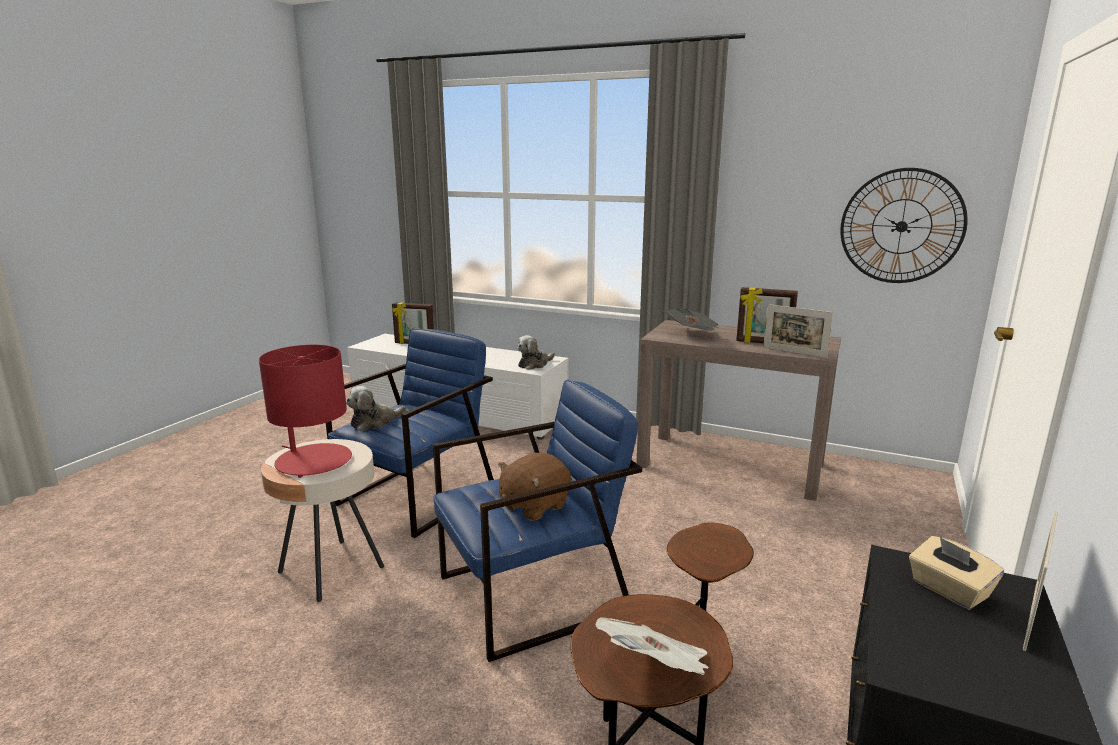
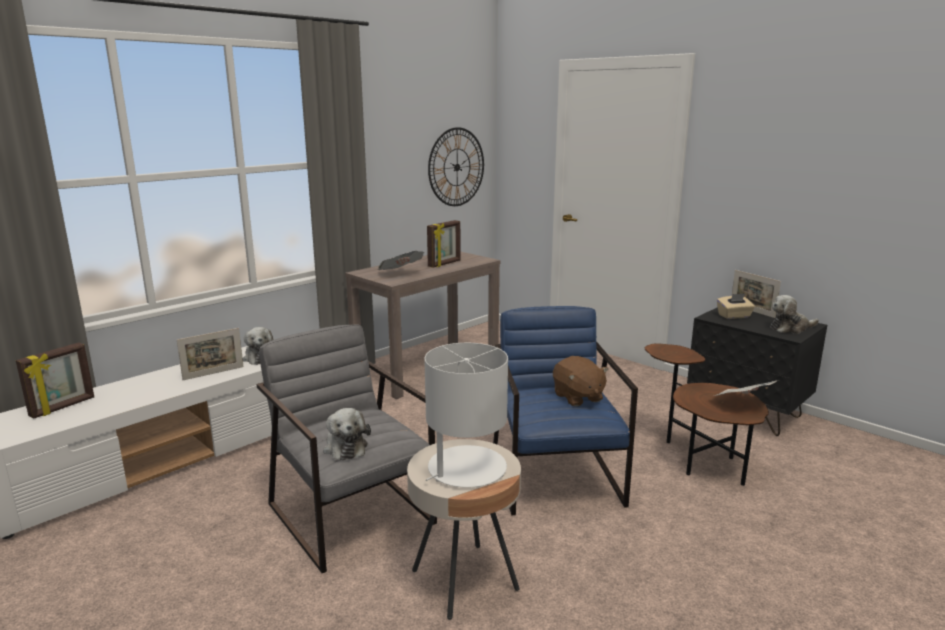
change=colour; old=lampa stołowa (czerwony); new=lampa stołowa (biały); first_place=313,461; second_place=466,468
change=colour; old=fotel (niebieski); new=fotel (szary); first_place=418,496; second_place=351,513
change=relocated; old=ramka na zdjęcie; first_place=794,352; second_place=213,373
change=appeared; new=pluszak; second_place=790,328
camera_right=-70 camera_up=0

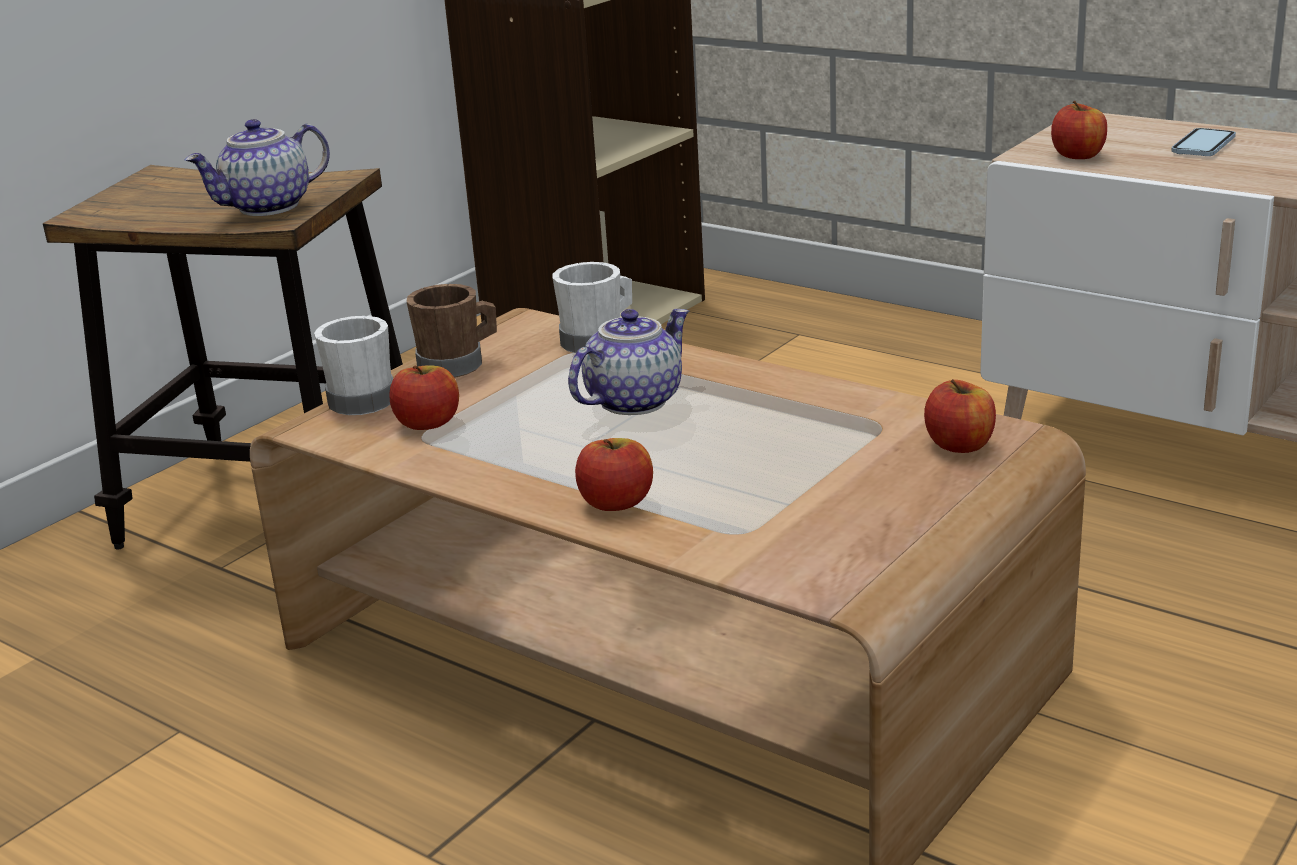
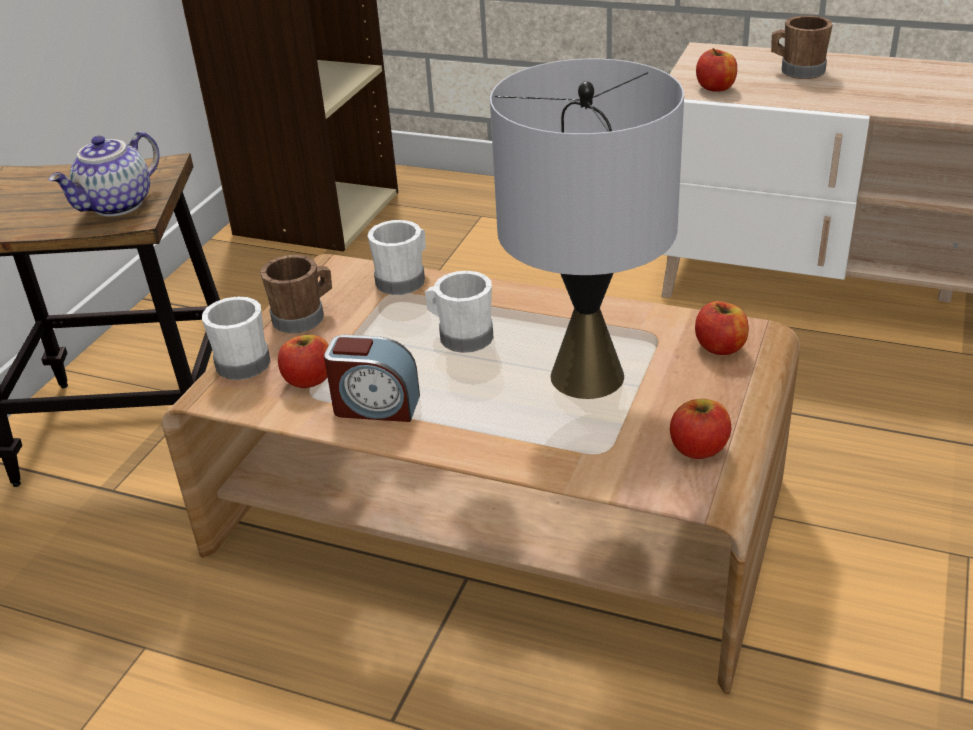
change=exchanged; old=imbryk; new=kubek (biały); first_place=633,401; second_place=461,336
change=relocated; old=jabłko; first_place=616,502; second_place=698,448
change=exchanged; old=telefon; new=kubek (brązowy); first_place=1203,145; second_place=797,71
change=appeared; new=budzik; second_place=375,406
change=appeared; new=lampa stołowa (szary); second_place=586,376
camera_right=-15 camera_up=10

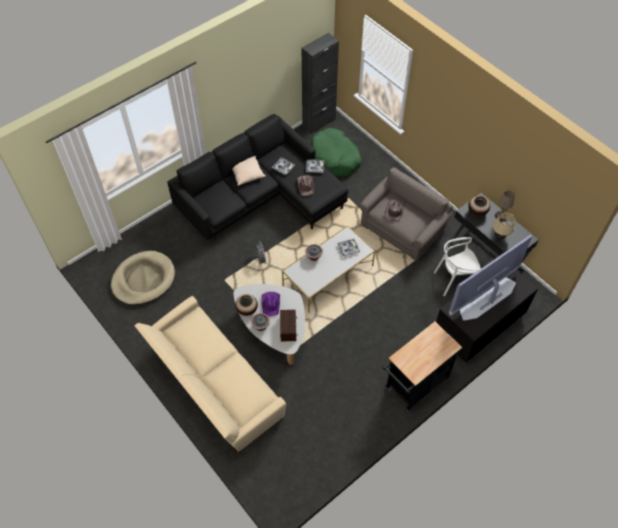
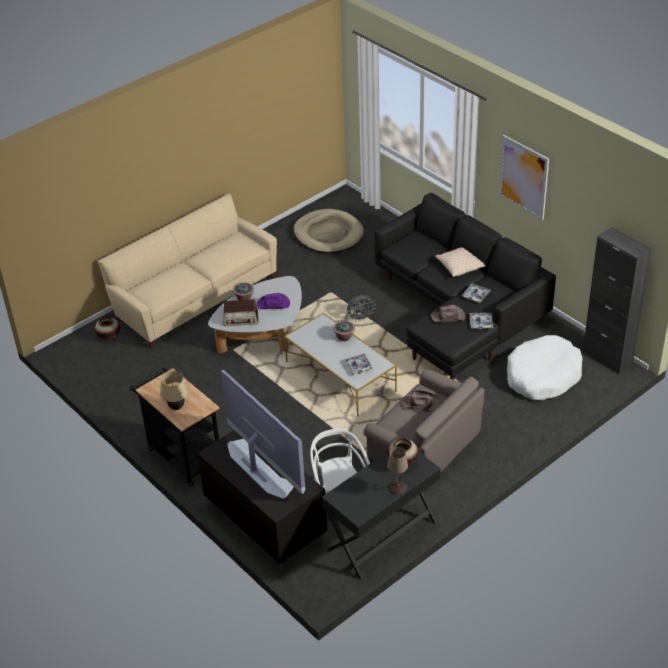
change=relocated; old=wazon; first_place=247,310; second_place=109,337
change=colour; old=legowisko (zielony); new=legowisko (biały); first_place=335,157; second_place=542,376
change=relocated; old=lampa stołowa (beżowy); first_place=500,236; second_place=176,407
change=appeared; new=obraz; second_place=523,177
camera_right=90 camera_up=-15

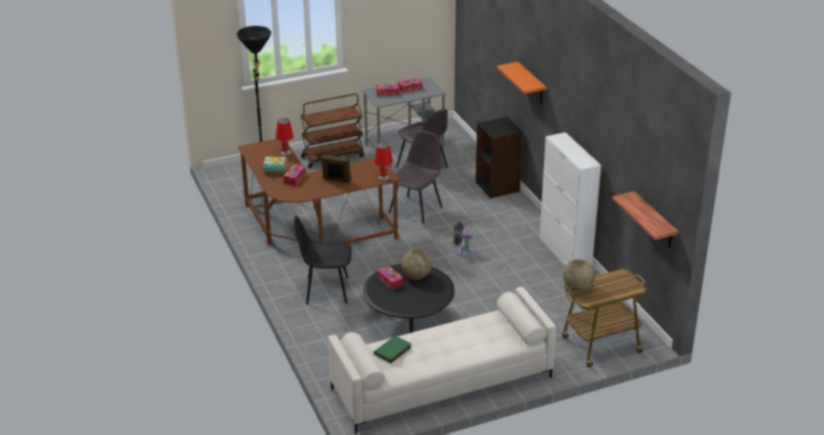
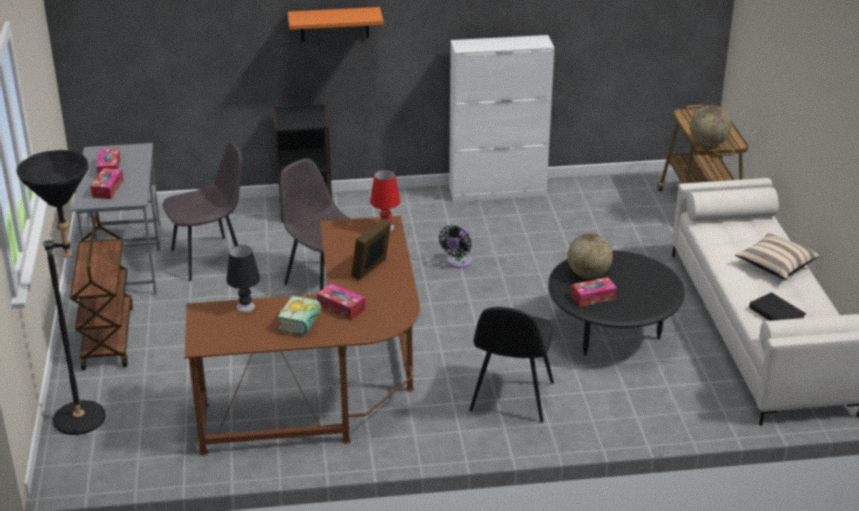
change=colour; old=lampa stołowa (czerwony); new=lampa stołowa (czarny); first_place=285,152; second_place=246,307
change=colour; old=książka (zielony); new=książka (czarny); first_place=393,351; second_place=778,313
change=missing; old=półka; first_place=654,221
change=appeared; new=poduszka (beżowy); second_place=775,266
camera_right=-75 camera_up=0

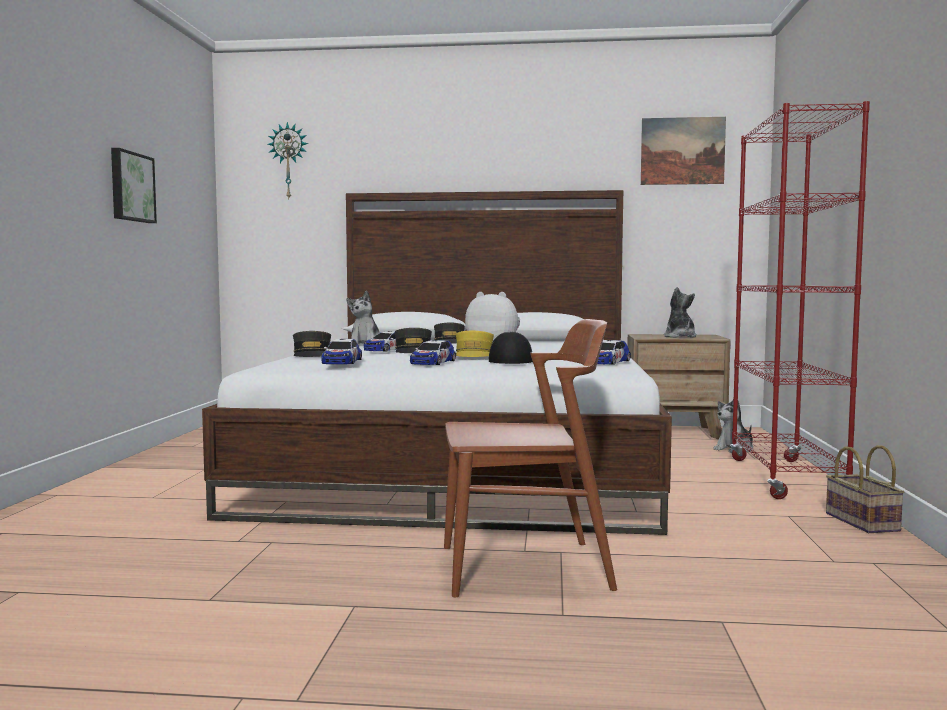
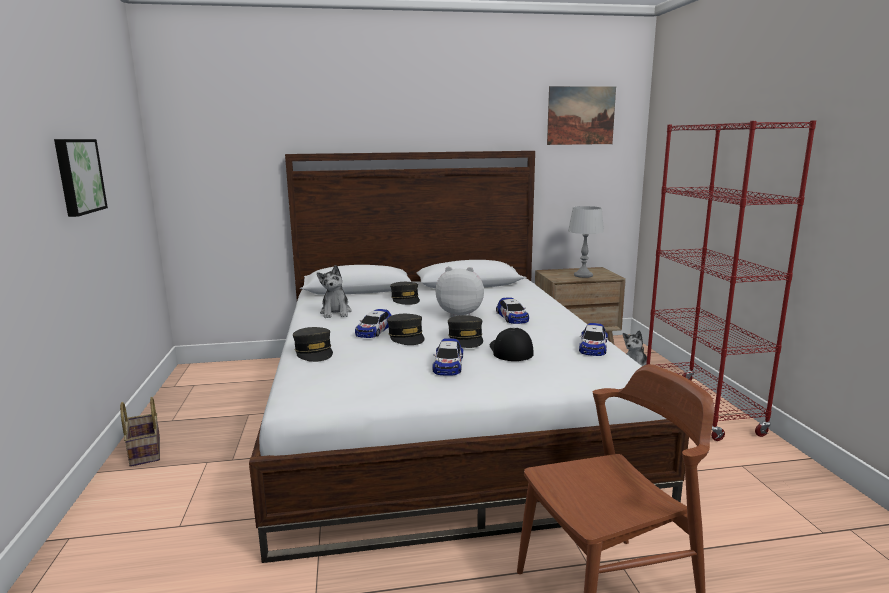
change=missing; old=zegar ścienny; first_place=289,161
change=relocated; old=samochodzik; first_place=342,362; second_place=512,317
change=colour; old=czapka z daszkiem (żółty); new=czapka z daszkiem (szary); first_place=474,355; second_place=466,339
change=exchanged; old=pluszak; new=lampa stołowa (szary); first_place=679,337; second_place=583,275
change=relocated; old=koszyk; first_place=859,522; second_place=144,451
camera_right=-15 camera_up=10

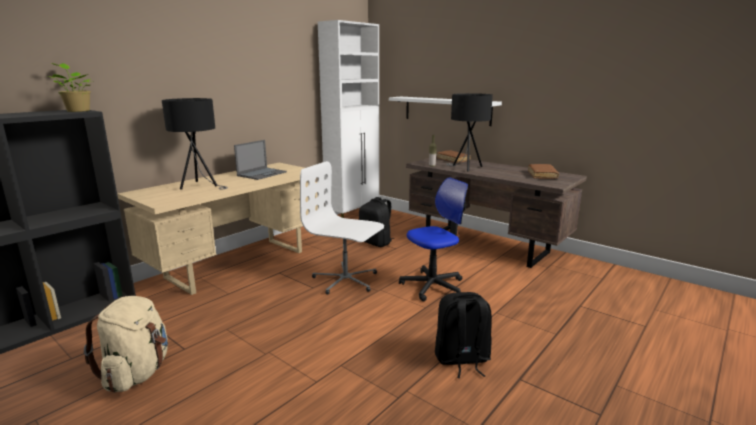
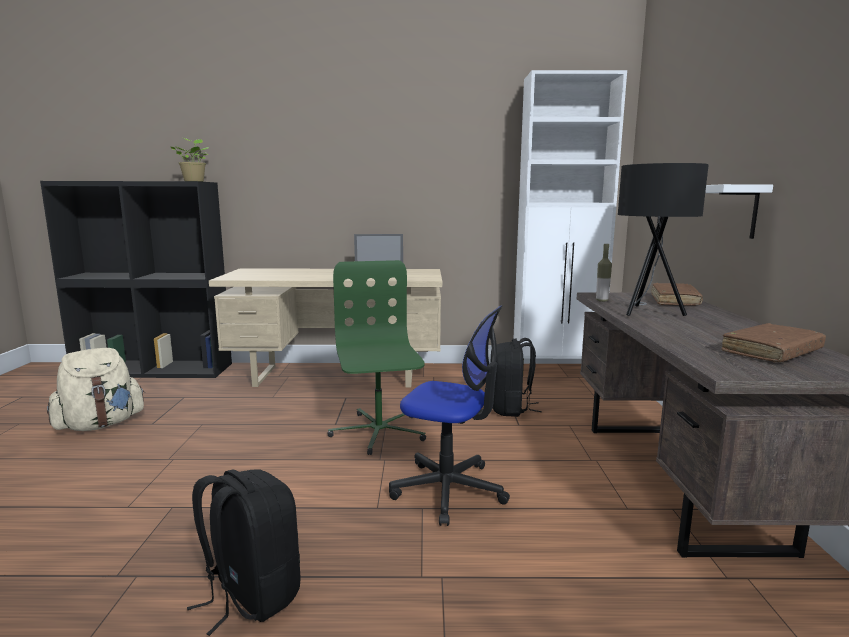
change=missing; old=lampa stołowa (czarny); first_place=200,186
change=colour; old=krzesło biurowe (biały); new=krzesło biurowe (zielony); first_place=345,280; second_place=378,432
camera_right=50 camera_up=-5

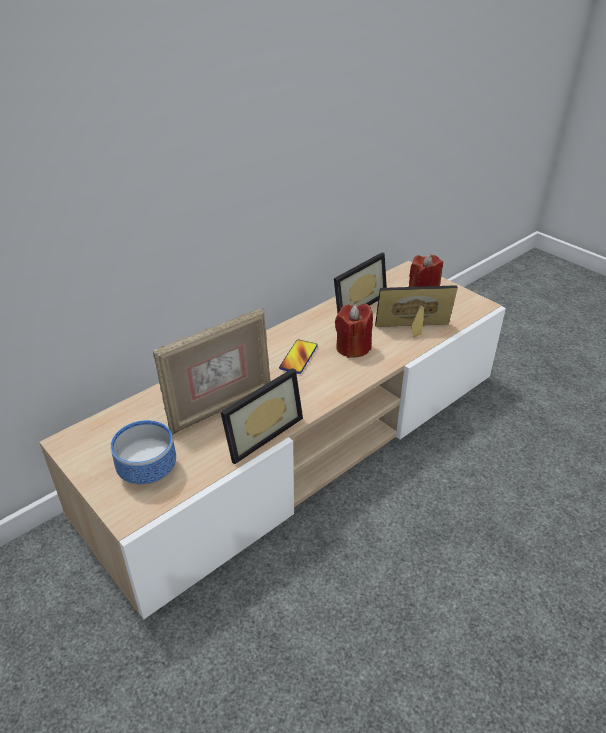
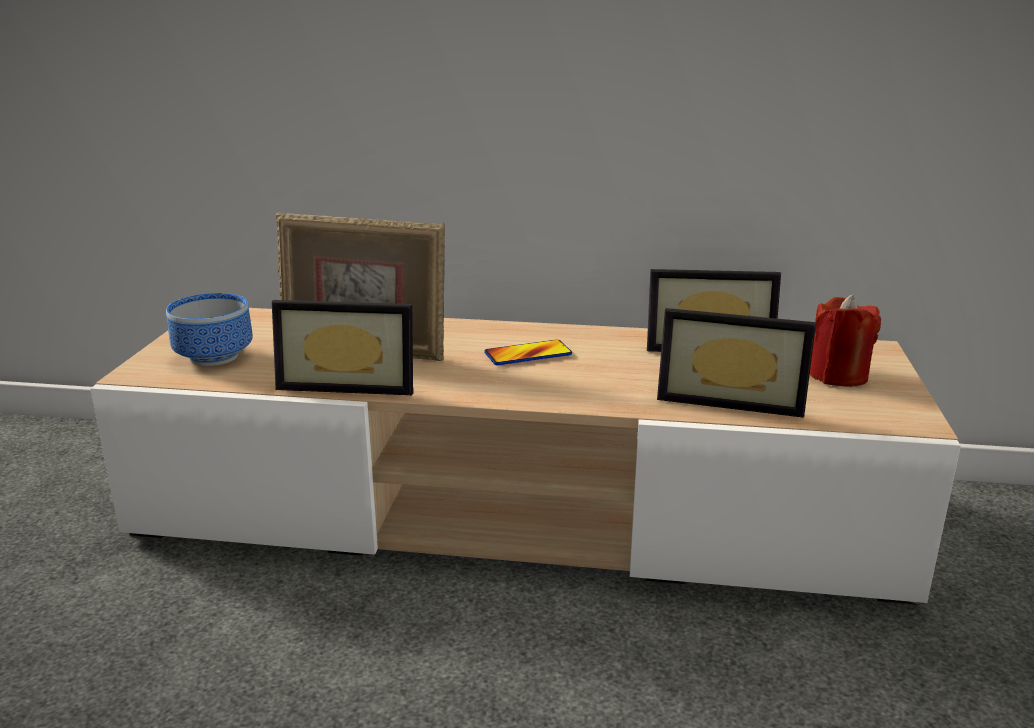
change=missing; old=świeca (czerwony); first_place=353,348
change=spun; old=ramka na zdjęcie; first_place=414,331; second_place=730,398; degrees=150
camera_right=50 camera_up=-15

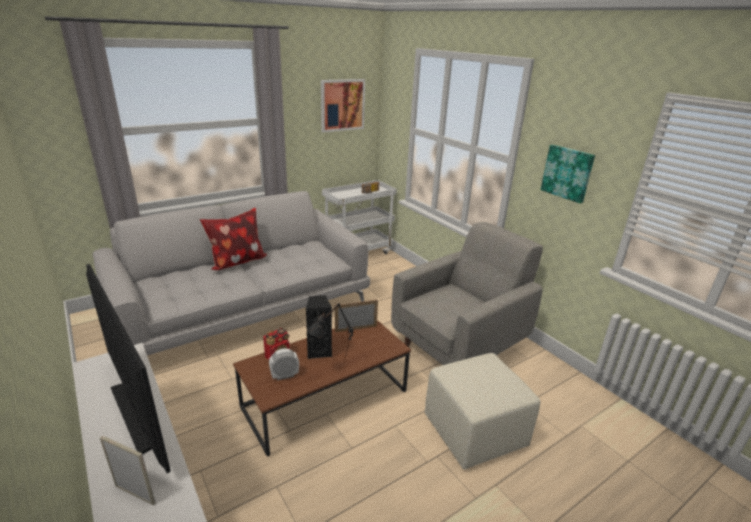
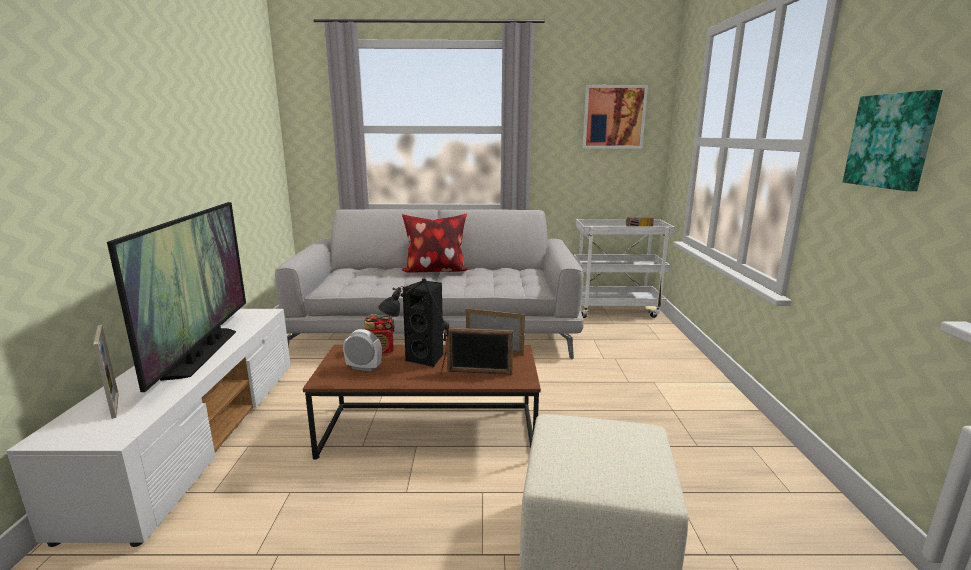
change=missing; old=fotel (szary); first_place=460,345
change=appeared; new=ramka na zdjęcie; second_place=479,372
camera_right=35 camera_up=-10

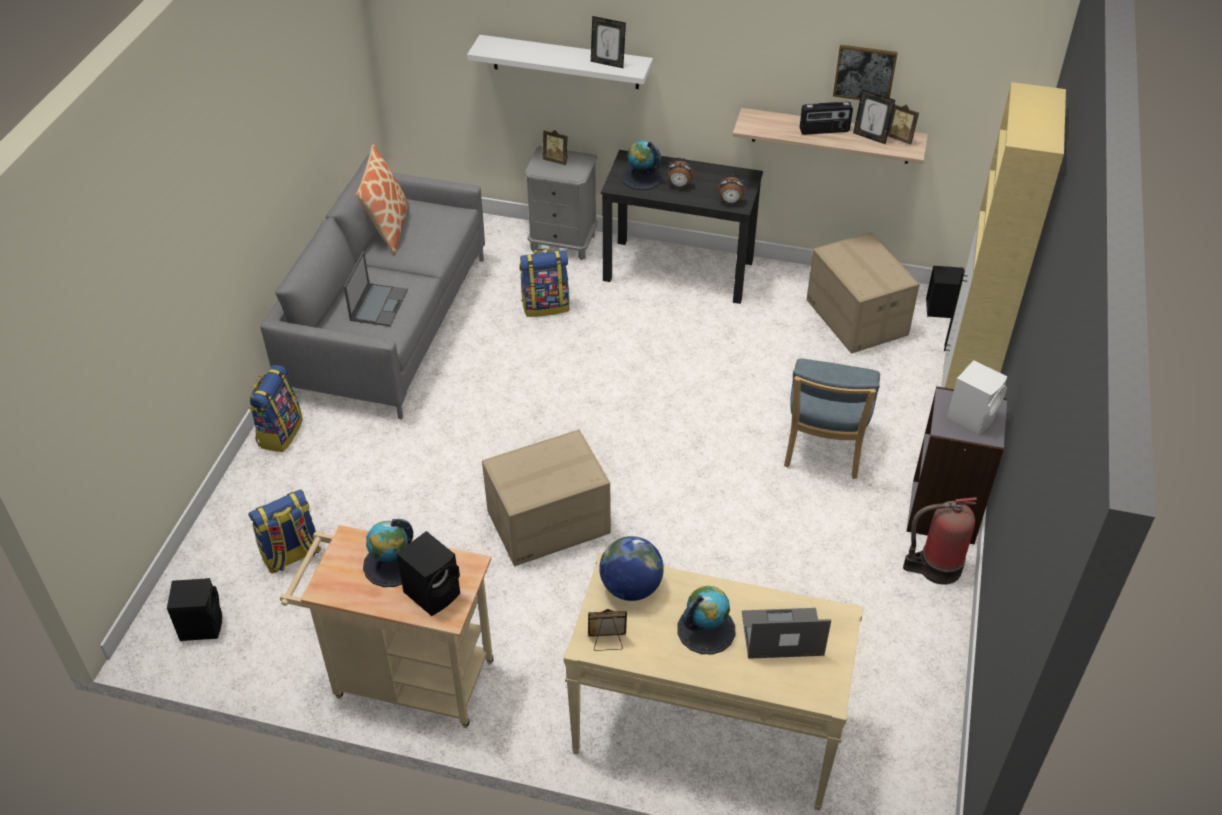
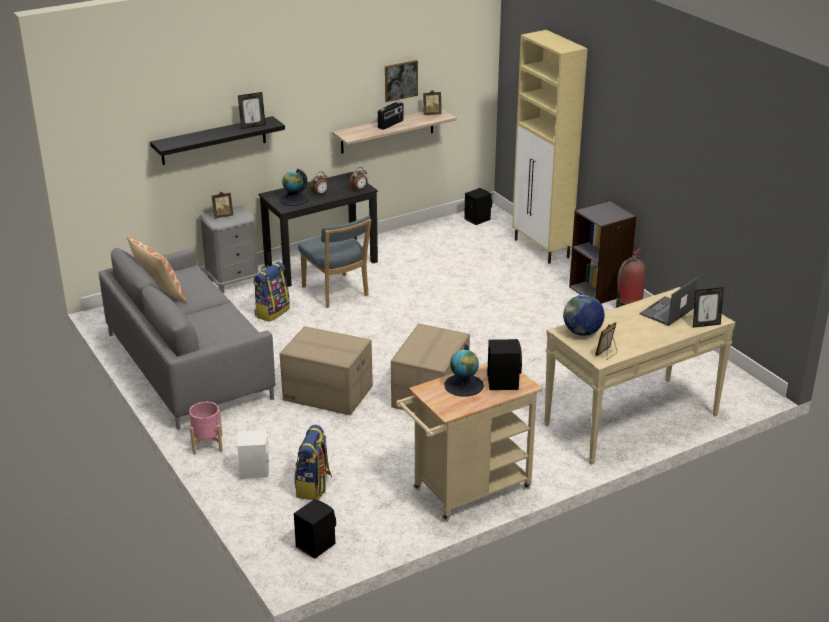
change=exchanged; old=plecak; new=donica (różowy); first_place=279,432; second_place=207,444
change=missing; old=laptop; first_place=379,304
change=colour; old=półka (biały); new=półka (czarny); first_place=565,62; second_place=213,141
change=missing; old=globus; first_place=706,629
change=relocated; old=krzesło (niebieski); first_place=823,449; second_place=337,293
change=relocated; old=karton; first_place=855,317; second_place=327,393
change=relocated; old=ramka na zdjęcie; first_place=870,137; second_place=705,324
change=relocated; old=głośnik (biały); first_place=972,416; second_place=254,470
camera_right=-45 camera_up=-15

